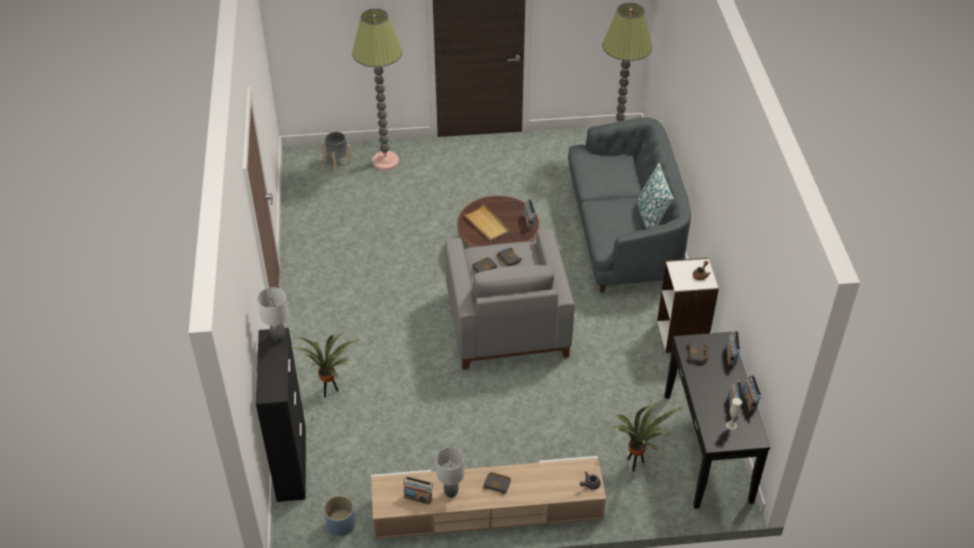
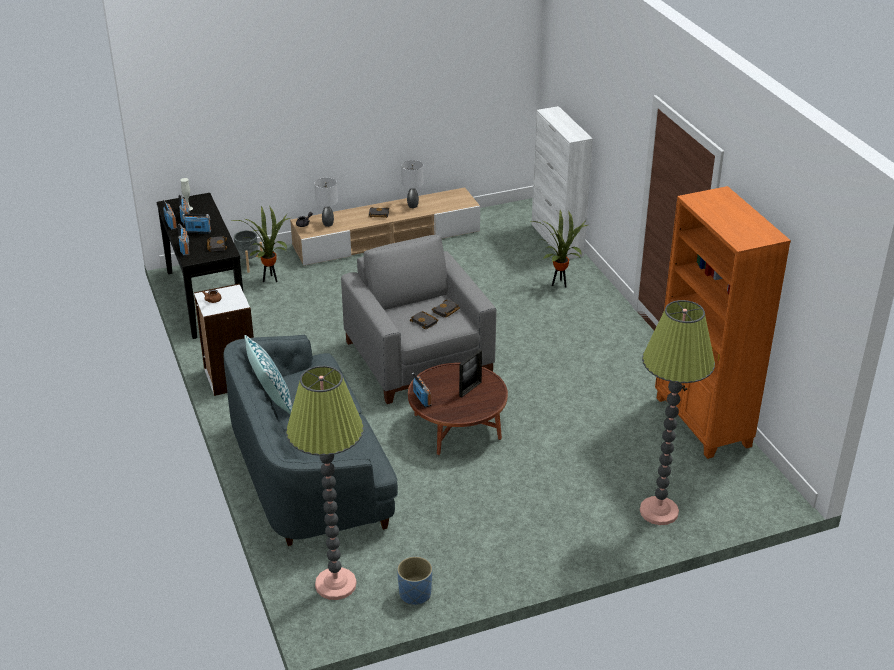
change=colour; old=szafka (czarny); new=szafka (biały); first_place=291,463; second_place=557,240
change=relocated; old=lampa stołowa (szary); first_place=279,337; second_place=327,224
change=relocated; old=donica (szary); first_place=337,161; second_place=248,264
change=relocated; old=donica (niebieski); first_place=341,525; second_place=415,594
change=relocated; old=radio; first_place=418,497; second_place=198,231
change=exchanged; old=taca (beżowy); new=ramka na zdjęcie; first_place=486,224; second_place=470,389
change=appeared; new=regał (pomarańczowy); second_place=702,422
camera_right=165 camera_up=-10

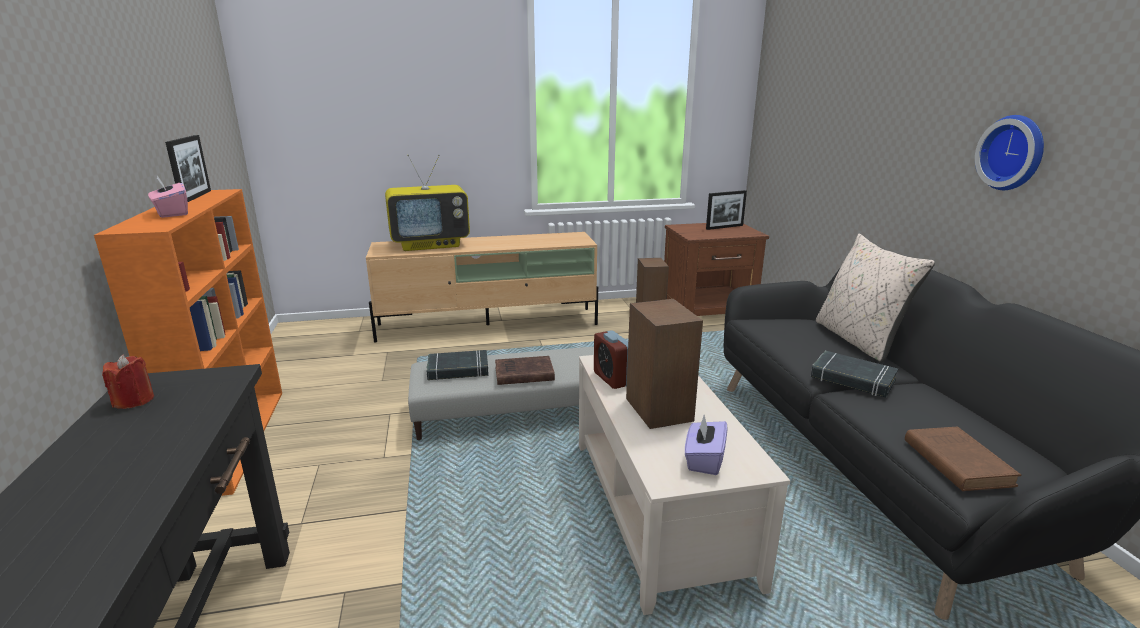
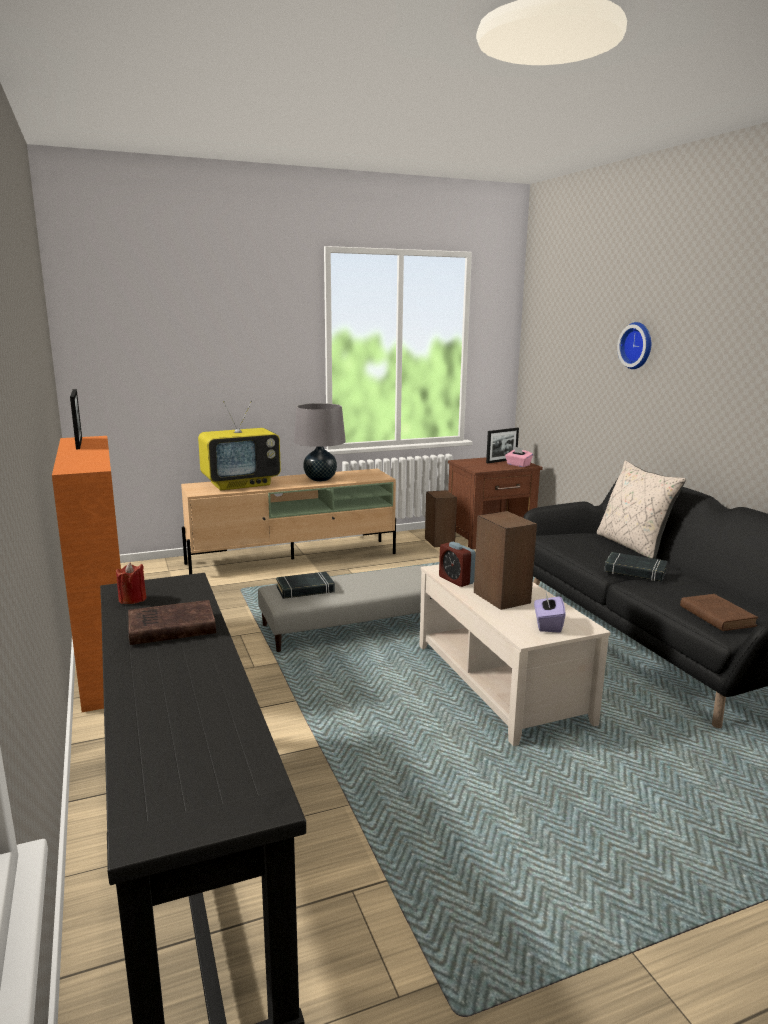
change=relocated; old=pudełko chusteczek (różowy); first_place=172,213; second_place=518,465
change=relocated; old=książka (brązowy); first_place=522,374; second_place=169,628
change=relocated; old=zegar ścienny; first_place=1014,153; second_place=637,345
change=appeared; new=lampa stołowa (szary); second_place=320,479
camera_right=-10 camera_up=-5

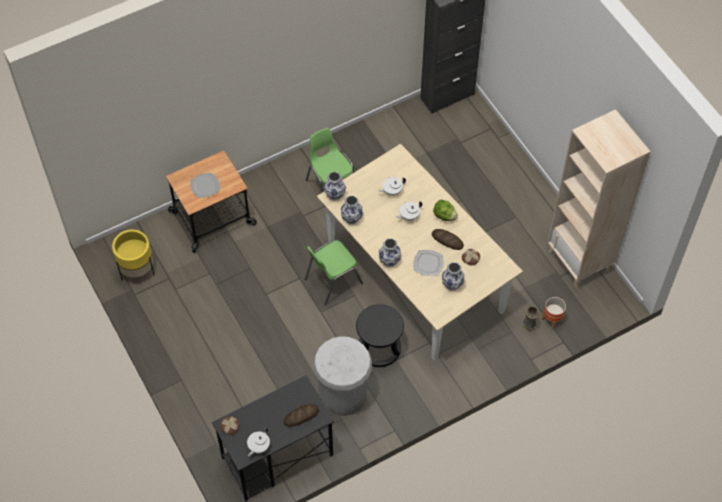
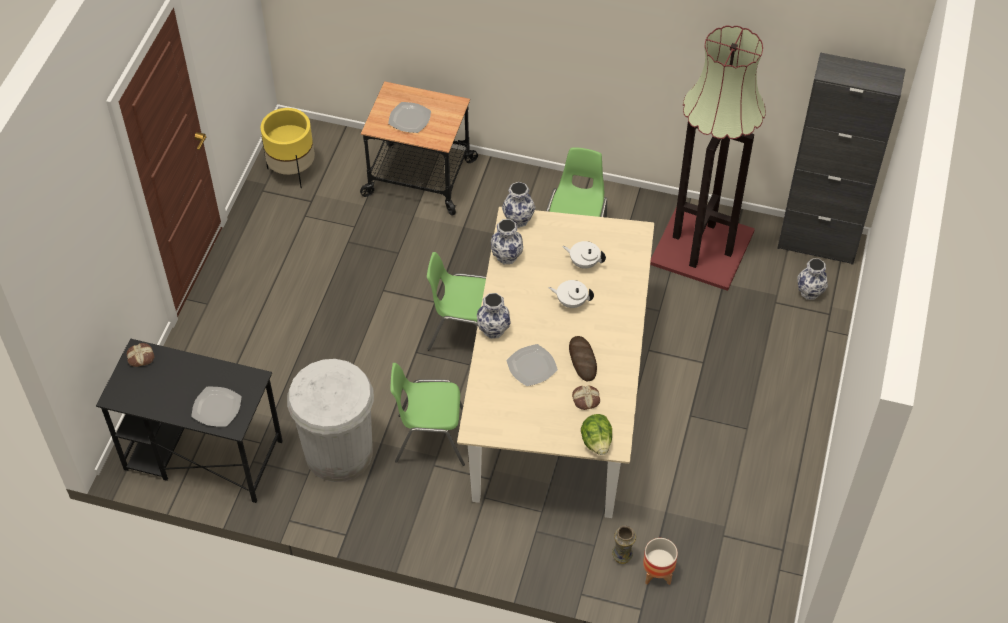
change=missing; old=imbryk (biały); first_place=258,447
change=exchanged; old=chleb; new=talerz; first_place=301,416; second_place=216,407
change=exchanged; old=stołek (czarny); new=krzesło (zielony); first_place=379,348; second_place=430,438
change=relocated; old=sałata; first_place=444,216; second_place=596,442
change=relocated; old=wazon; first_place=451,284; second_place=809,292
change=missing; old=regał (beżowy); first_place=580,261
change=appeared; new=lampa stojąca; second_place=703,247
camera_right=45 camera_up=-5

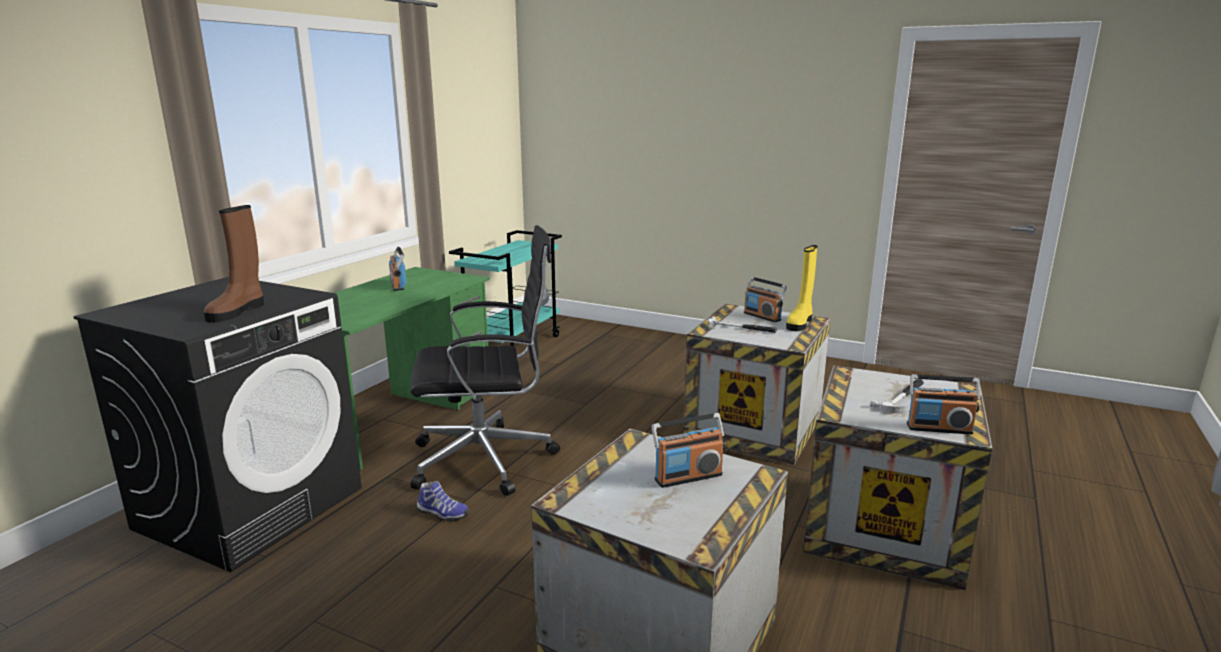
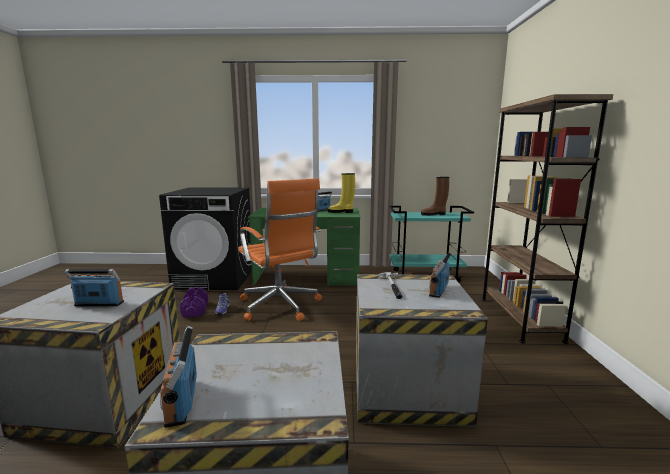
change=relocated; old=but z cholewką (brązowy); first_place=237,311; second_place=434,214
change=colour; old=krzesło biurowe (czarny); new=krzesło biurowe (pomarańczowy); first_place=487,459; second_place=280,306
change=spun; old=radio; first_place=688,477; second_place=99,304; degrees=135
change=relocated; old=but z cholewką (żółty); first_place=800,323; second_place=341,212
change=missing; old=młotek; first_place=903,398
change=appeared; new=hantel (fioletowy); second_place=195,310
change=appeared; new=regał (brązowy); second_place=519,318
camera_right=65 camera_up=-5

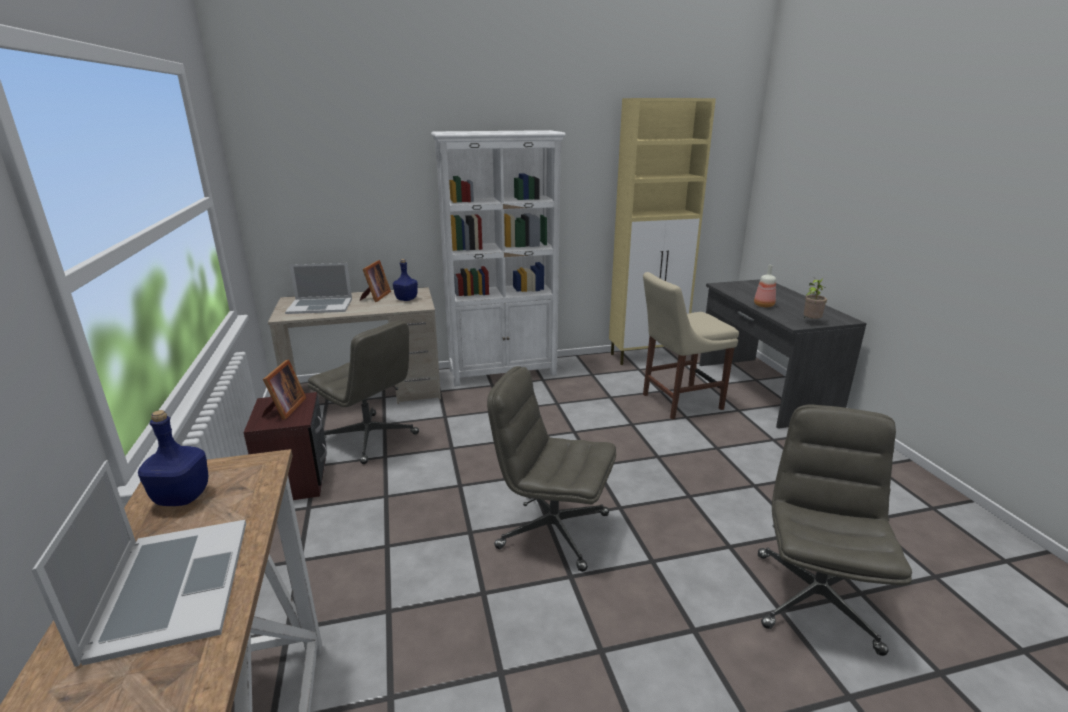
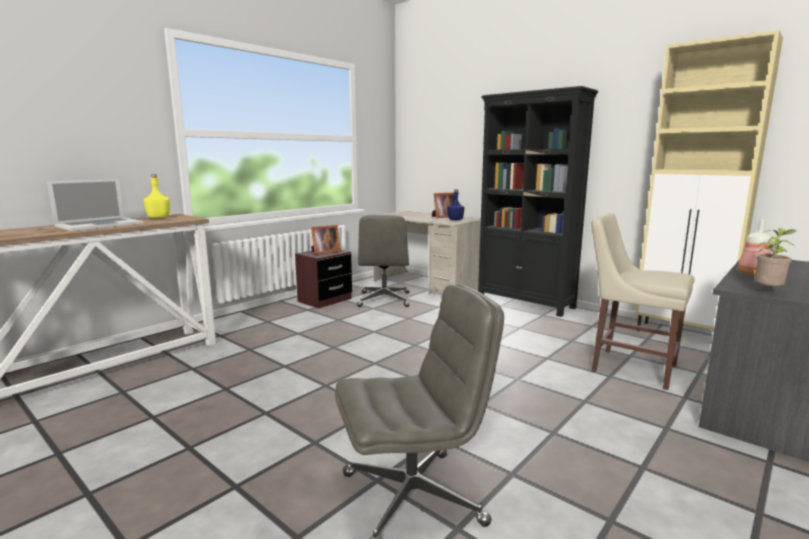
change=colour; old=butelka (niebieski); new=butelka (żółty); first_place=182,497; second_place=158,218
change=missing; old=laptop; first_place=320,306
change=colour; old=regał (biały); new=regał (czarny); first_place=503,372; second_place=525,303
change=missing; old=krzesło biurowe (szary); first_place=552,530
camera_right=55 camera_up=-10

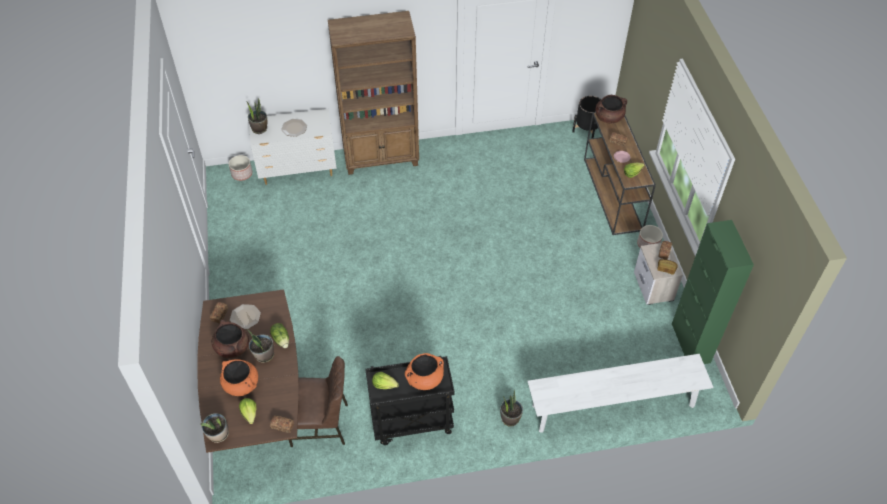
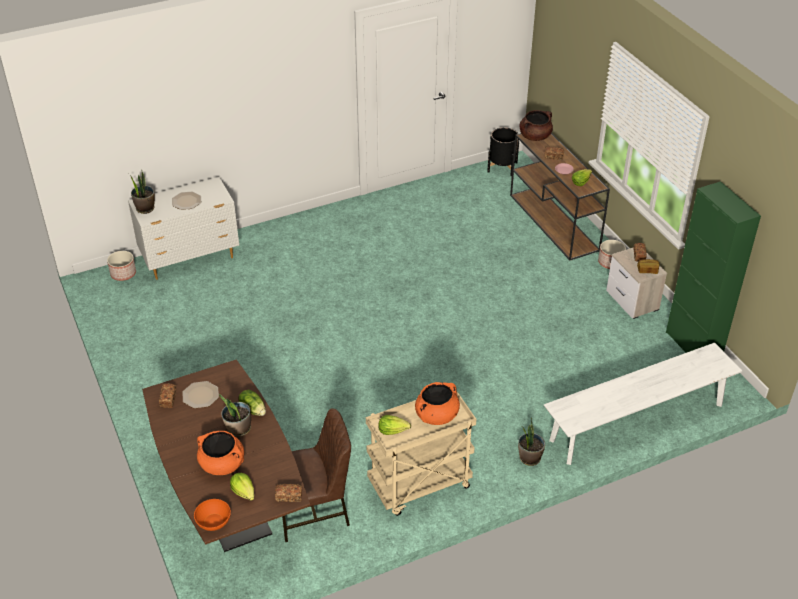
change=exchanged; old=roślina doniczkowa; new=miska (pomarańczowy); first_place=218,434; second_place=214,521
change=missing; old=garnek (brązowy); first_place=232,347
change=missing; old=regał (brązowy); first_place=381,158
change=colour; old=wózek (czarny); new=wózek (beżowy); first_place=411,423; second_place=419,486
camera_right=-15 camera_up=-10

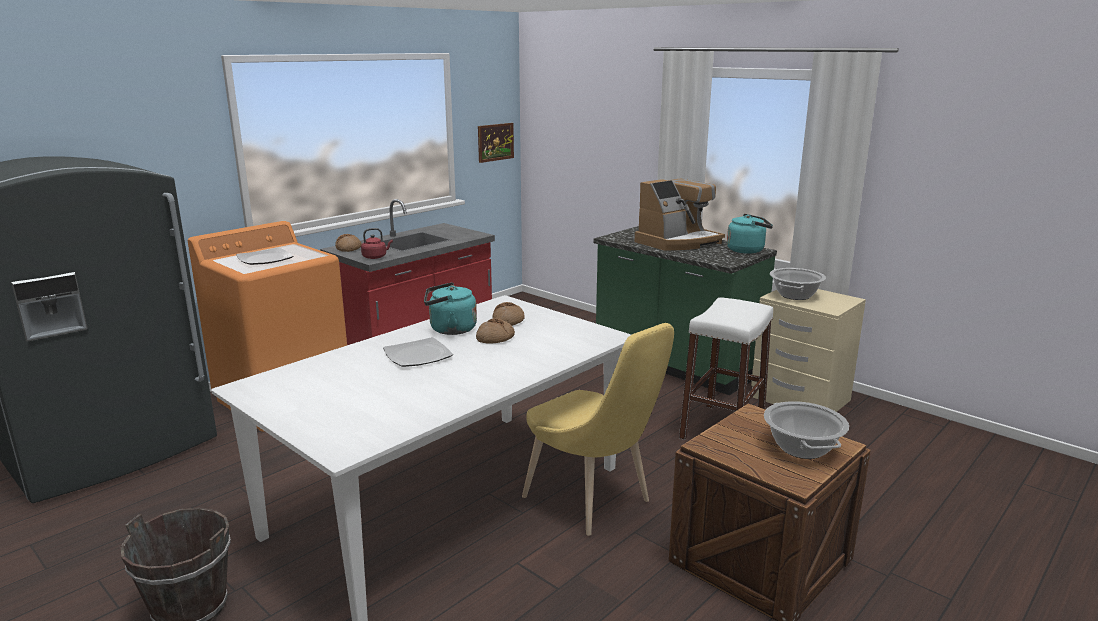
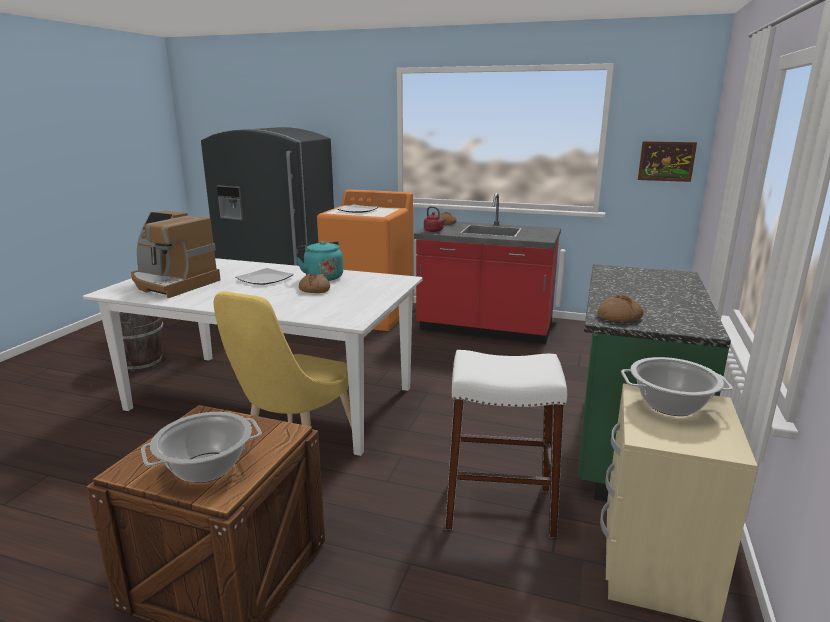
change=relocated; old=chleb; first_place=508,321; second_place=619,317
change=relocated; old=ekspres do kawy; first_place=678,242; second_place=172,284
change=missing; old=czajnik (turkusowy); first_place=747,250
camera_right=65 camera_up=0

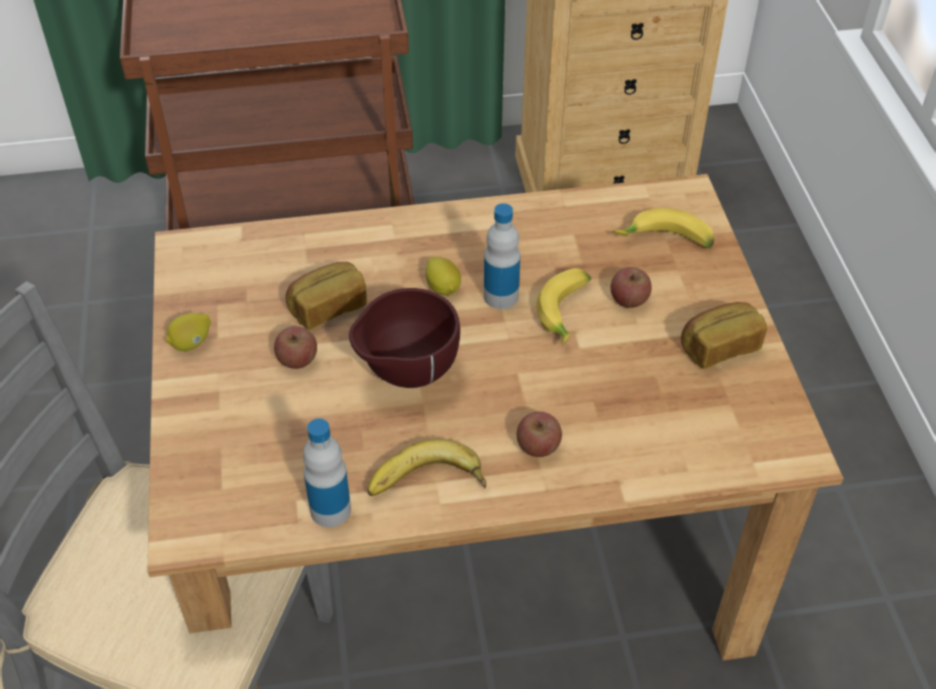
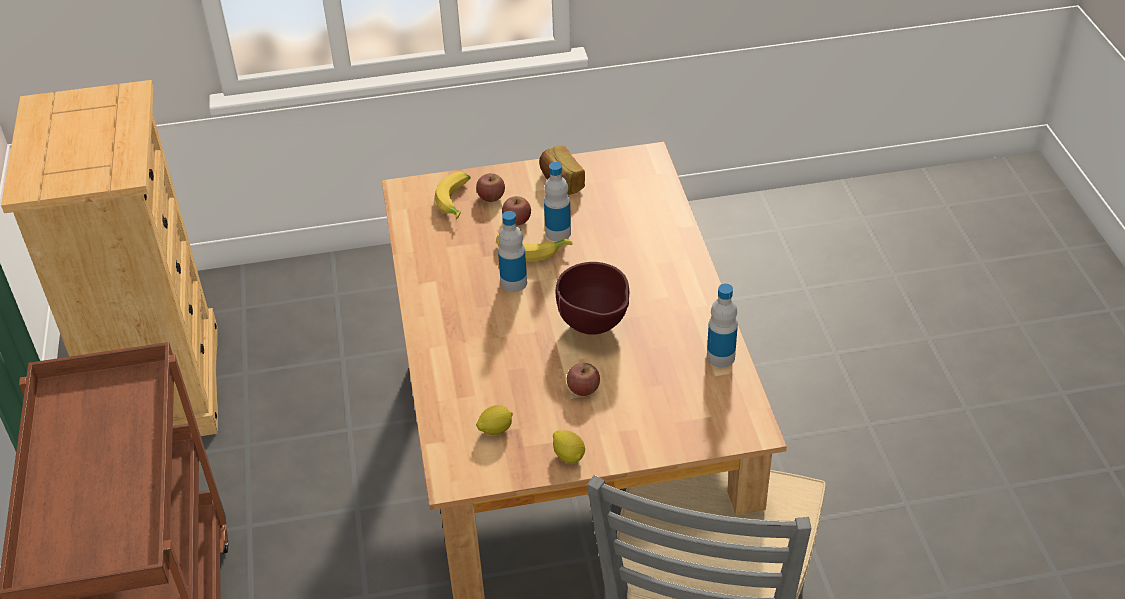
change=missing; old=chleb; first_place=327,307
change=missing; old=banan; first_place=427,484
change=relocated; old=cytryna; first_place=443,287; second_place=495,429
change=relocated; old=jabłko; first_place=538,446; second_place=491,197
change=appeared; new=butelka; second_place=558,233
camera_right=-90 camera_up=-5

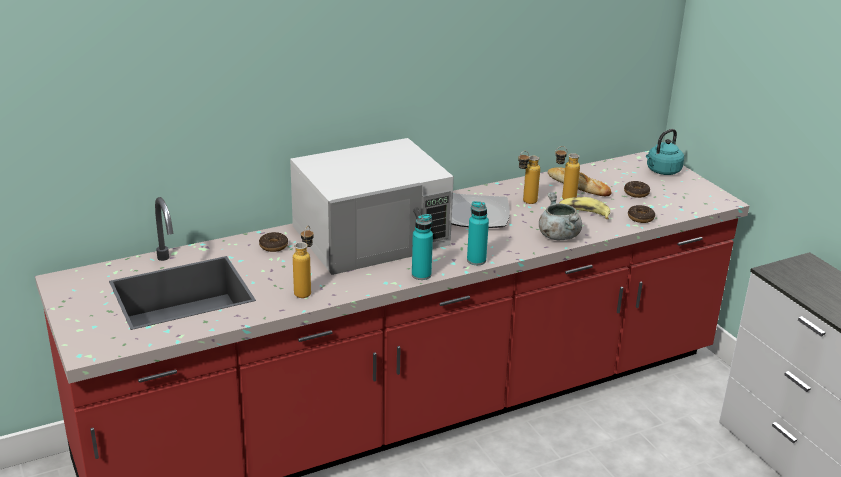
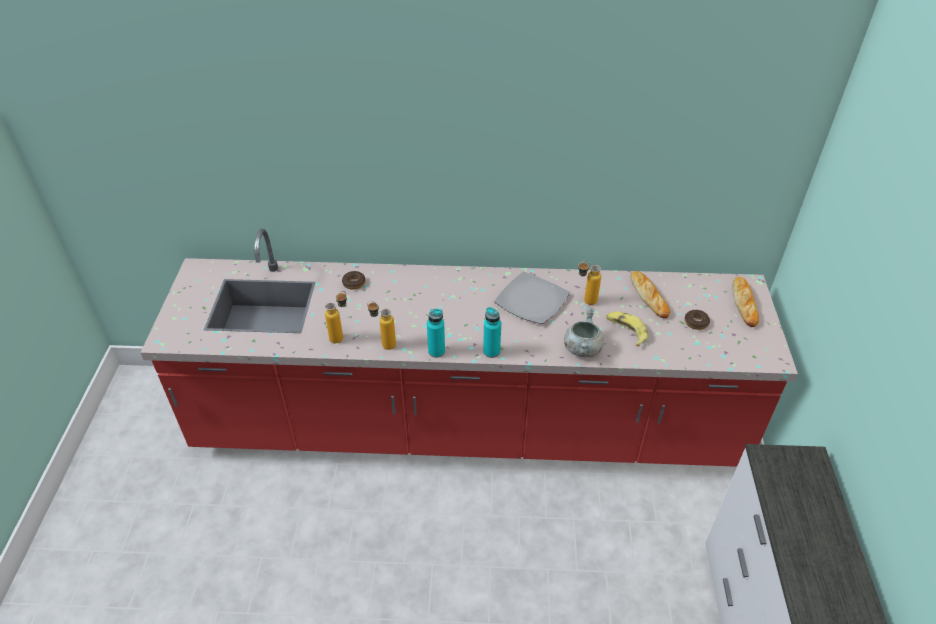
change=missing; old=mikrofalówka (biały); first_place=372,236
change=relocated; old=butelka; first_place=563,199; second_place=383,344
change=missing; old=donut; first_place=640,218
change=exchanged; old=czajnik (turkusowy); new=chleb; first_place=662,171; second_place=744,304
camera_right=30 camera_up=15

